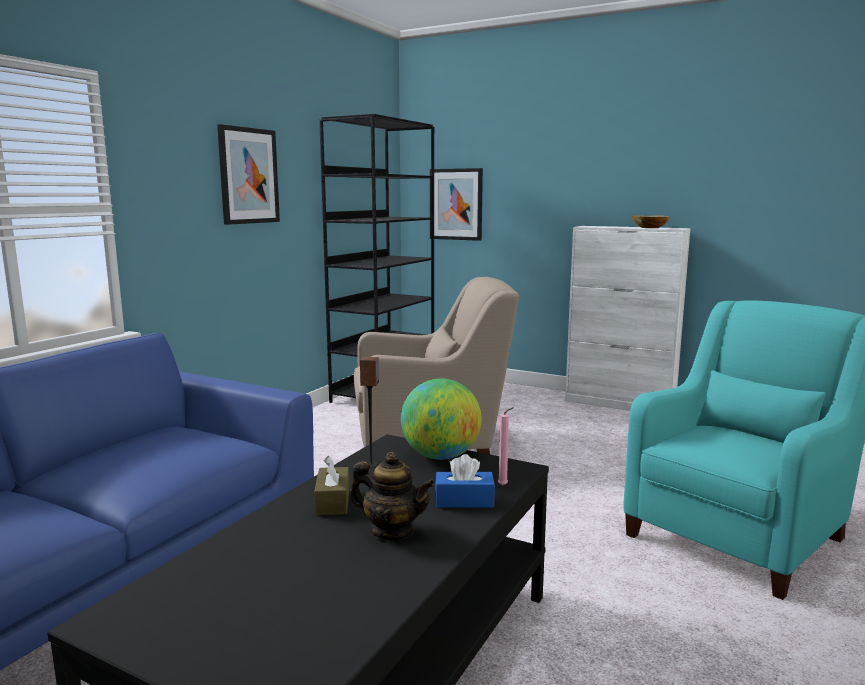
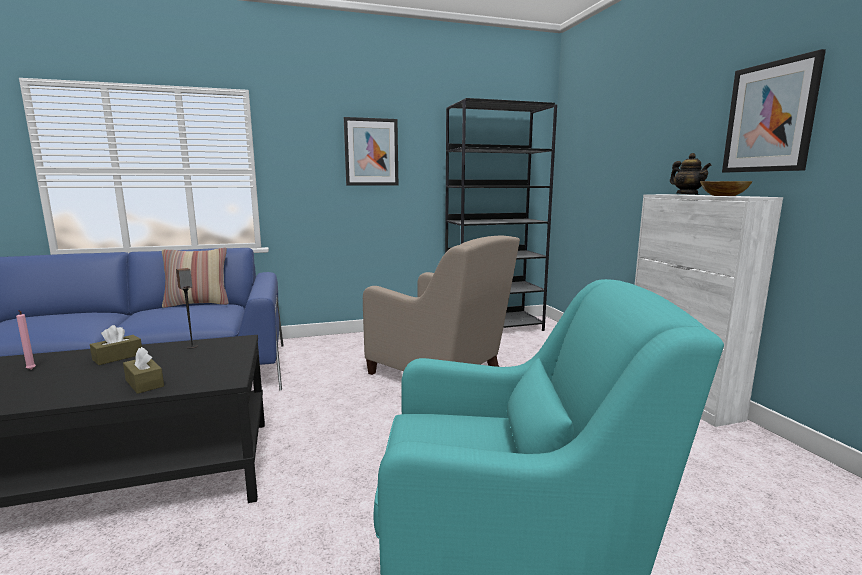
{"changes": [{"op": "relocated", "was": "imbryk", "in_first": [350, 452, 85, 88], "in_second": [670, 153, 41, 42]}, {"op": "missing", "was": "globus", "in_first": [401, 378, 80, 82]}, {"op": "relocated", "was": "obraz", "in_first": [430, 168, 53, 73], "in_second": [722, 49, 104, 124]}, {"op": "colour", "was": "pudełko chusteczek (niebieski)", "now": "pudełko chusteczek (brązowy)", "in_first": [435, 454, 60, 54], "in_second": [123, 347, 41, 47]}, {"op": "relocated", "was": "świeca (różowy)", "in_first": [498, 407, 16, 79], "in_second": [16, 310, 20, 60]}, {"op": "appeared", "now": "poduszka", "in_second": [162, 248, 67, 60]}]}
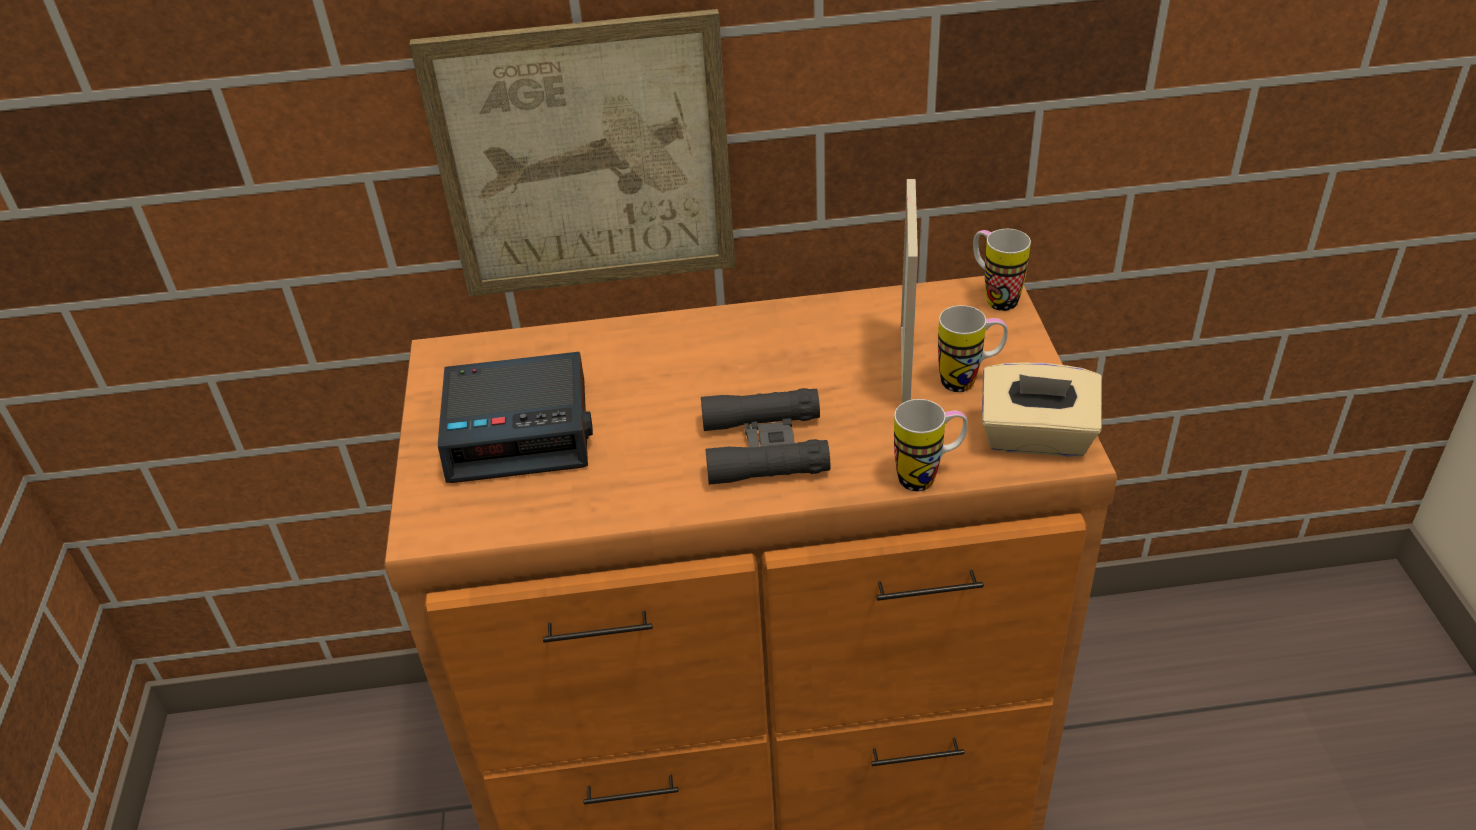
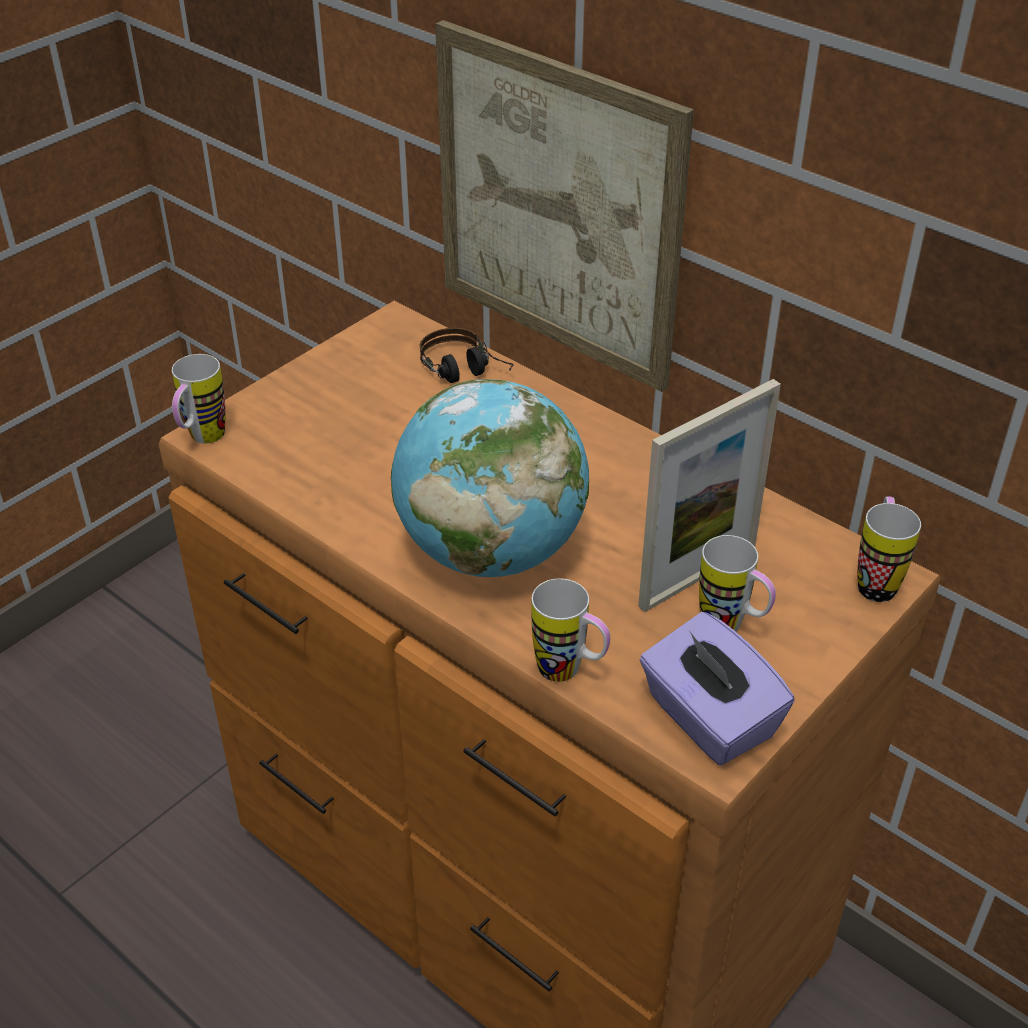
{"changes": [{"op": "missing", "was": "budzik", "in_first": [438, 352, 155, 131]}, {"op": "exchanged", "was": "lornetka (czarny)", "now": "globus", "in_first": [701, 388, 129, 97], "in_second": [391, 379, 198, 198]}, {"op": "colour", "was": "pudełko chusteczek (beżowy)", "now": "pudełko chusteczek (fioletowy)", "in_first": [982, 363, 120, 94], "in_second": [640, 612, 155, 153]}, {"op": "appeared", "now": "kubek", "in_second": [172, 354, 53, 90]}, {"op": "appeared", "now": "słuchawki", "in_second": [420, 328, 93, 55]}]}
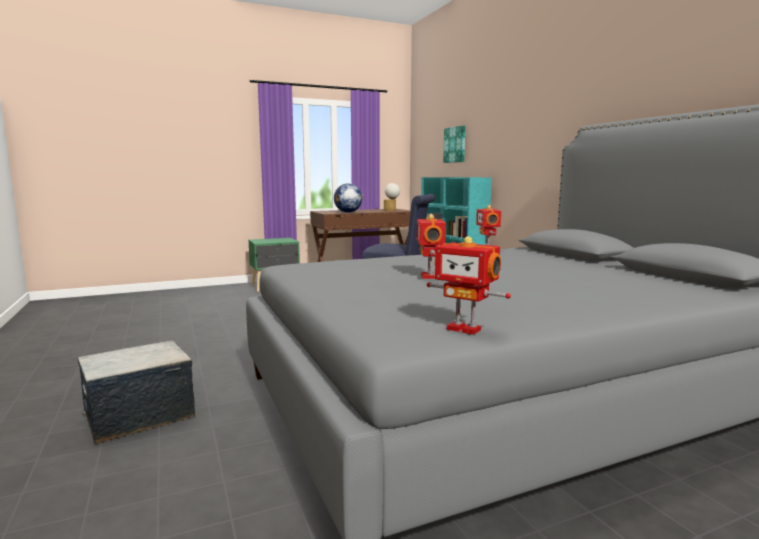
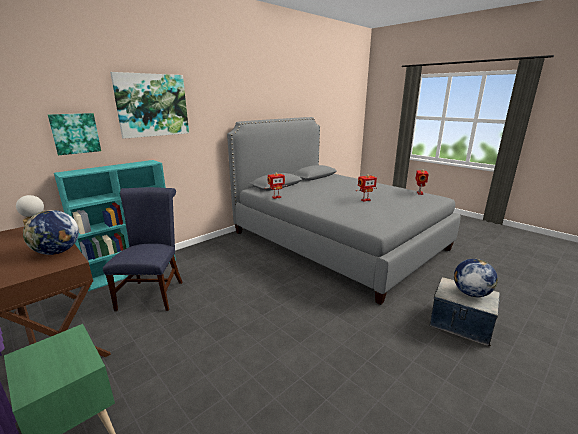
{"changes": [{"op": "appeared", "now": "obraz", "in_second": [110, 72, 79, 67]}, {"op": "appeared", "now": "globus", "in_second": [454, 259, 44, 38]}]}
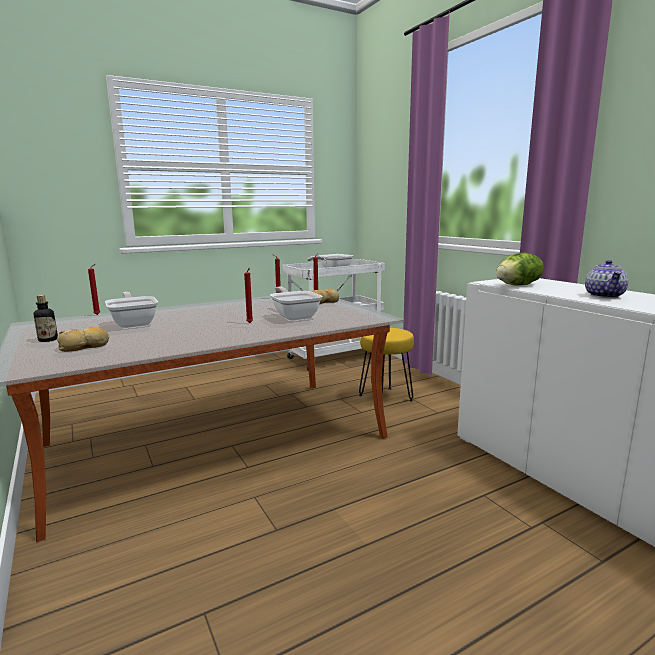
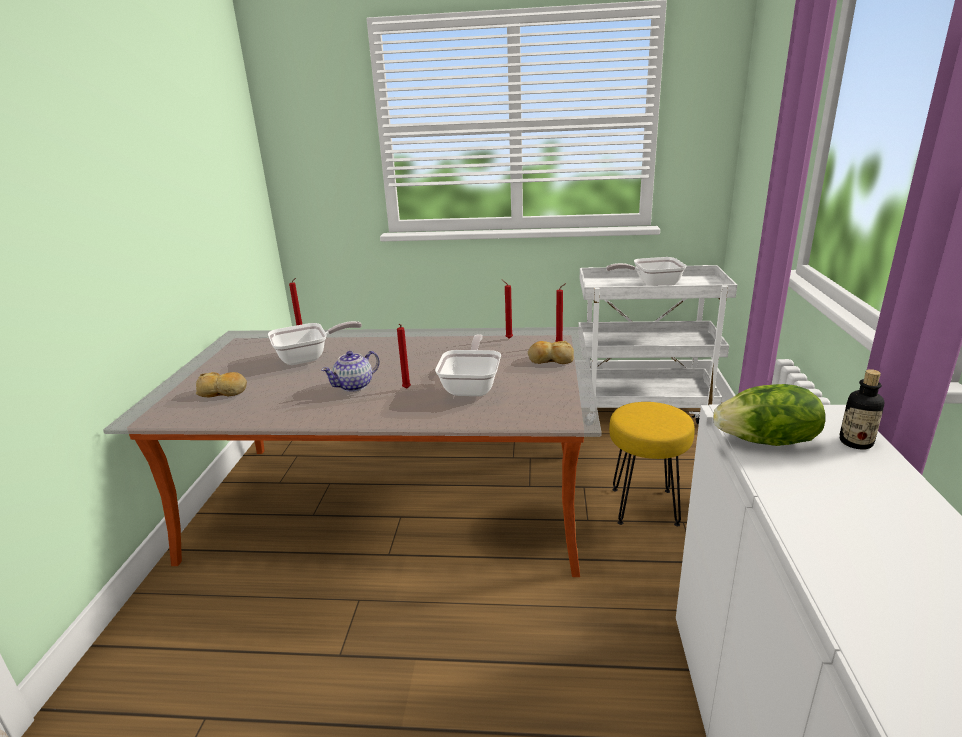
{"changes": [{"op": "relocated", "was": "butelka", "in_first": [33, 295, 25, 47], "in_second": [839, 369, 45, 81]}, {"op": "spun", "was": "patelnia", "in_first": [105, 292, 53, 36], "in_second": [268, 321, 94, 44], "clockwise": 60}, {"op": "relocated", "was": "imbryk", "in_first": [585, 260, 44, 38], "in_second": [321, 351, 59, 41]}]}
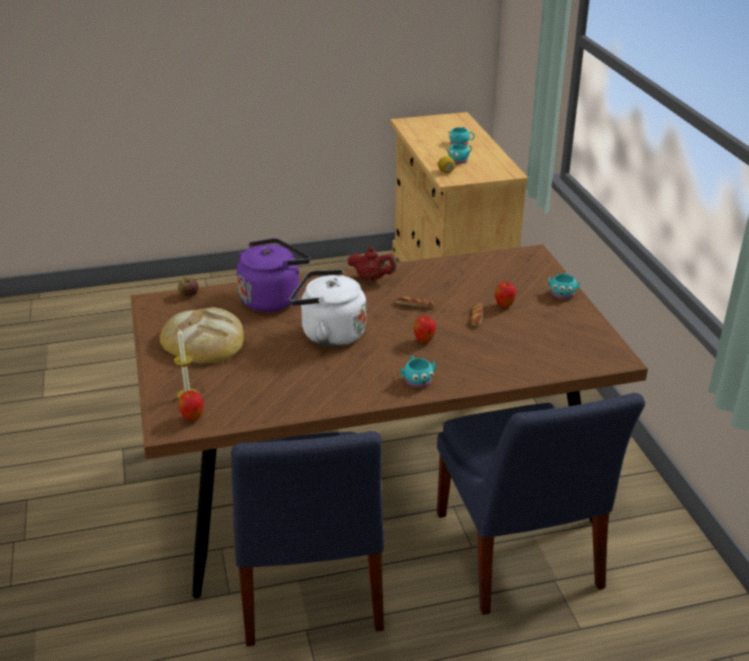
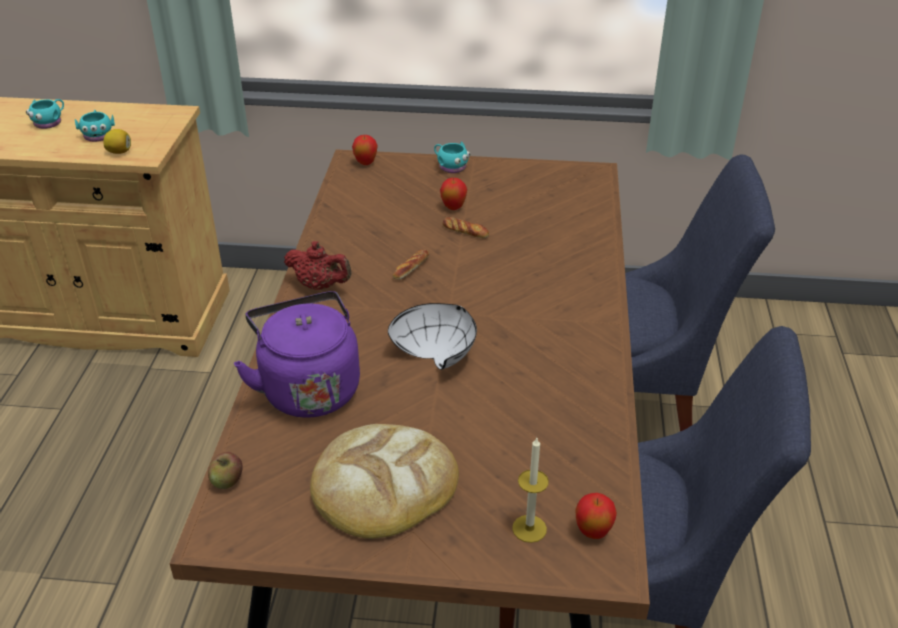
{"changes": [{"op": "exchanged", "was": "czajnik (biały)", "now": "miska (biały)", "in_first": [289, 269, 77, 78], "in_second": [388, 303, 89, 67]}, {"op": "spun", "was": "imbryk (czerwony)", "in_first": [348, 246, 49, 35], "in_second": [284, 241, 68, 49], "clockwise": 75}, {"op": "missing", "was": "kubek (turkusowy)", "in_first": [401, 356, 35, 32]}, {"op": "relocated", "was": "jabłko", "in_first": [414, 315, 22, 28], "in_second": [352, 135, 26, 30]}]}
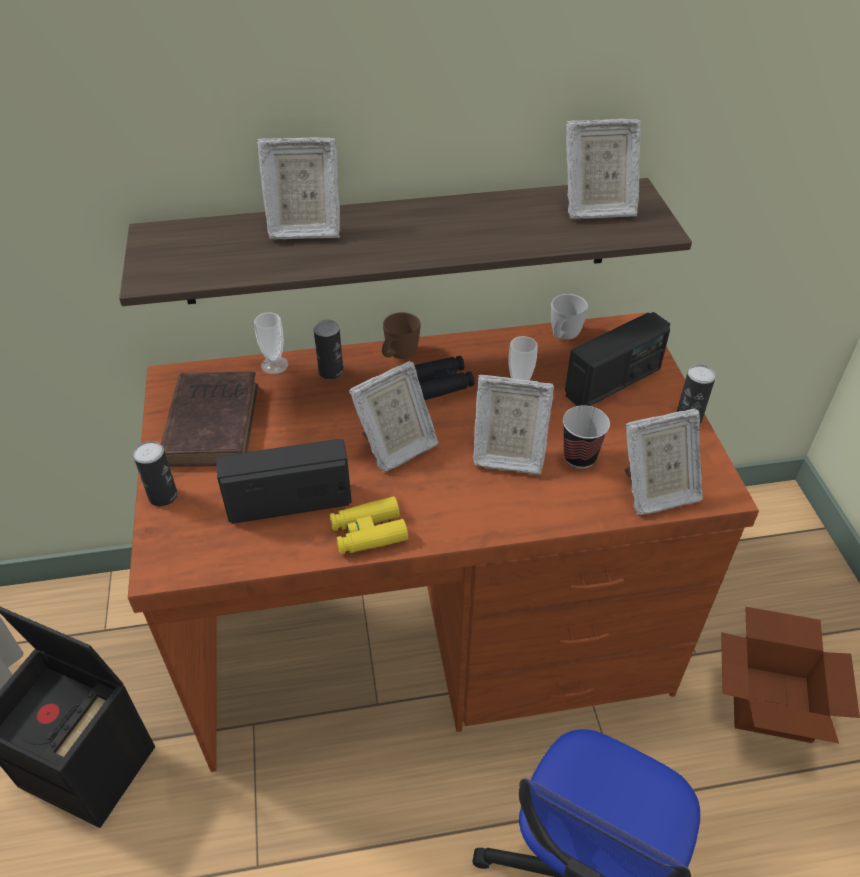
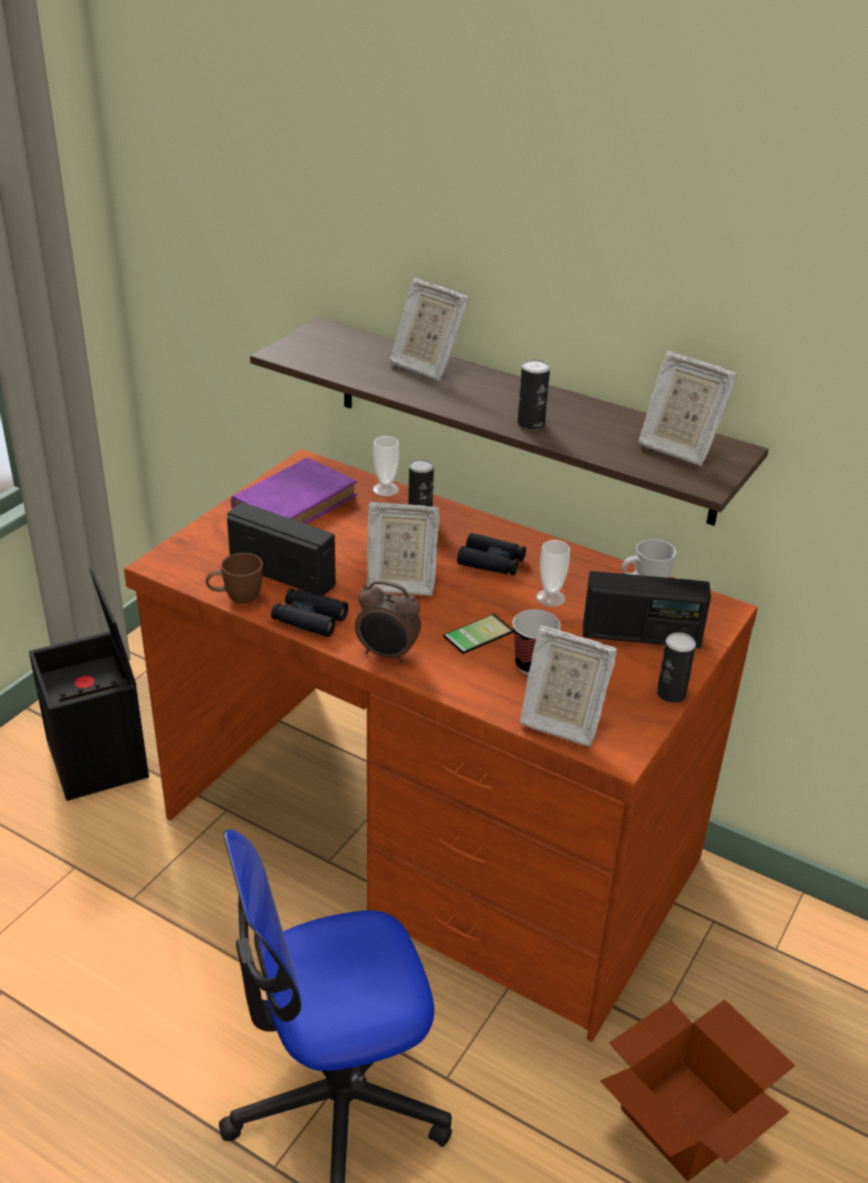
{"changes": [{"op": "relocated", "was": "puszka", "in_first": [133, 441, 44, 66], "in_second": [517, 359, 33, 71]}, {"op": "colour", "was": "książka (brązowy)", "now": "książka (fioletowy)", "in_first": [161, 372, 97, 95], "in_second": [231, 457, 126, 67]}, {"op": "colour", "was": "lornetka (żółty)", "now": "lornetka (czarny)", "in_first": [329, 497, 79, 58], "in_second": [271, 588, 77, 49]}, {"op": "relocated", "was": "kubek (brązowy)", "in_first": [382, 312, 39, 47], "in_second": [206, 553, 57, 51]}, {"op": "exchanged", "was": "ramka na zdjęcie", "now": "telefon", "in_first": [473, 375, 81, 100], "in_second": [443, 614, 71, 40]}, {"op": "appeared", "now": "budzik", "in_second": [355, 580, 66, 83]}]}
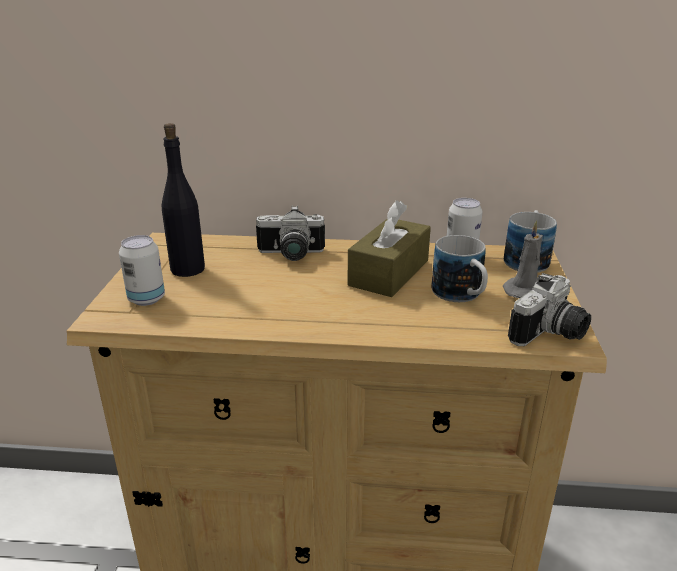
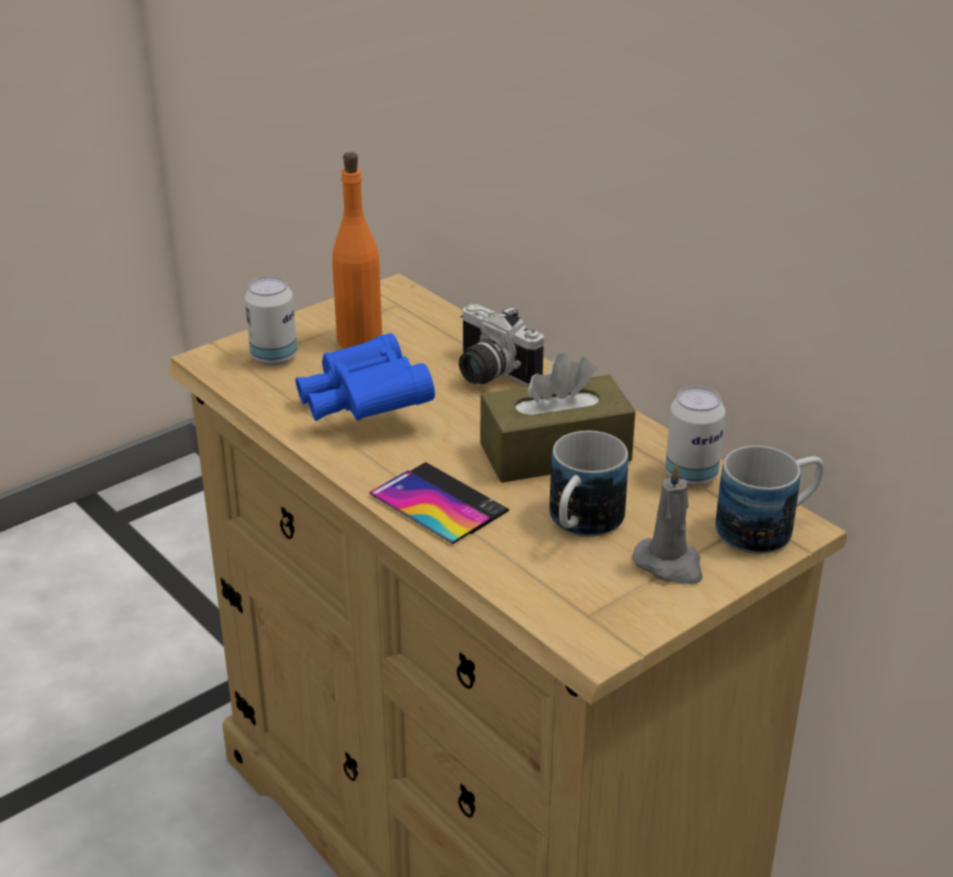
{"changes": [{"op": "colour", "was": "butelka (czarny)", "now": "butelka (pomarańczowy)", "in_first": [162, 123, 43, 154], "in_second": [332, 152, 50, 196]}, {"op": "missing", "was": "aparat fotograficzny", "in_first": [508, 273, 83, 73]}, {"op": "appeared", "now": "lornetka (niebieski)", "in_second": [296, 333, 139, 88]}, {"op": "appeared", "now": "telefon", "in_second": [369, 462, 140, 82]}]}
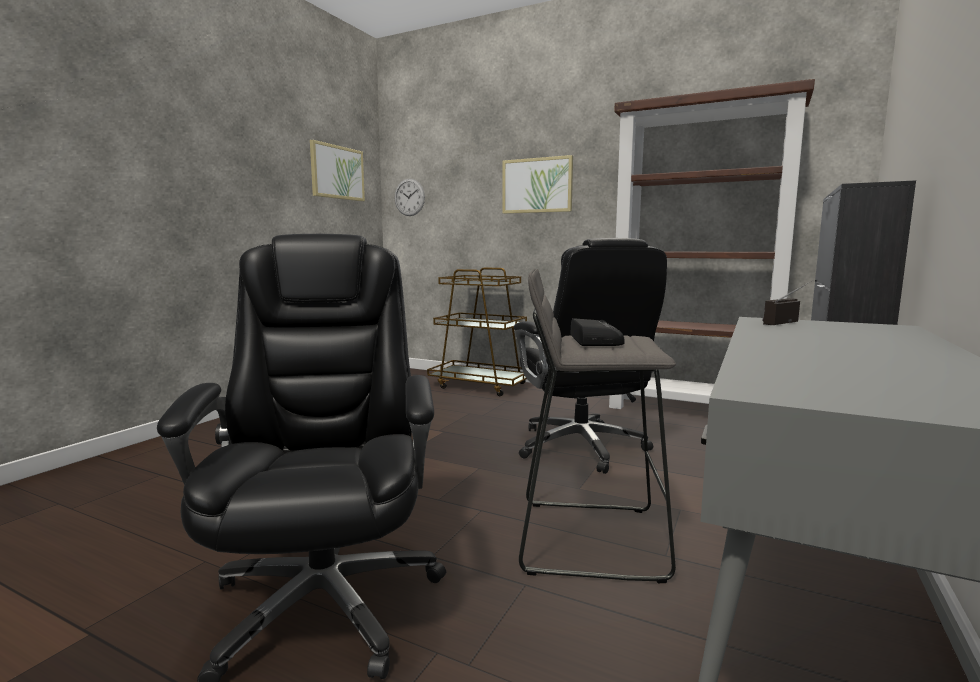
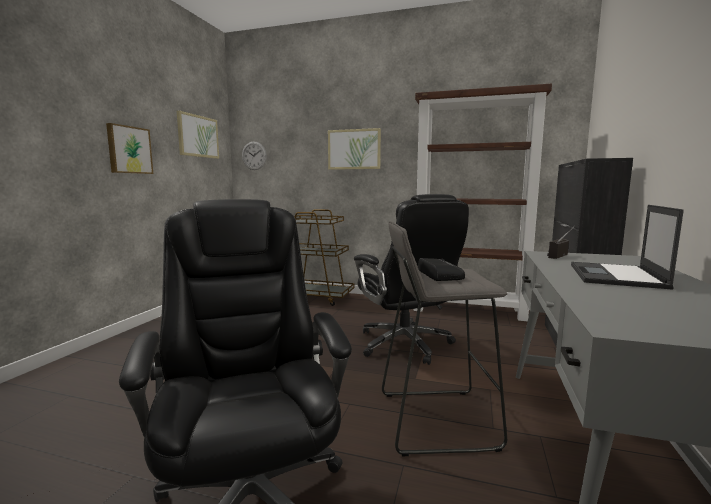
{"changes": [{"op": "appeared", "now": "obraz", "in_second": [106, 123, 47, 51]}, {"op": "appeared", "now": "laptop", "in_second": [571, 205, 113, 85]}]}
